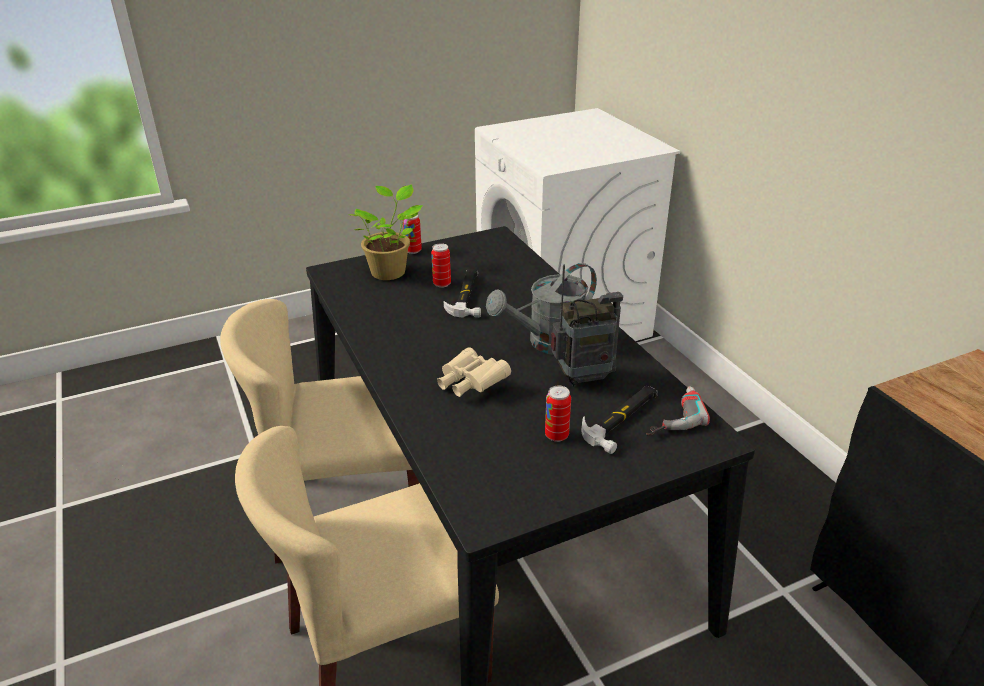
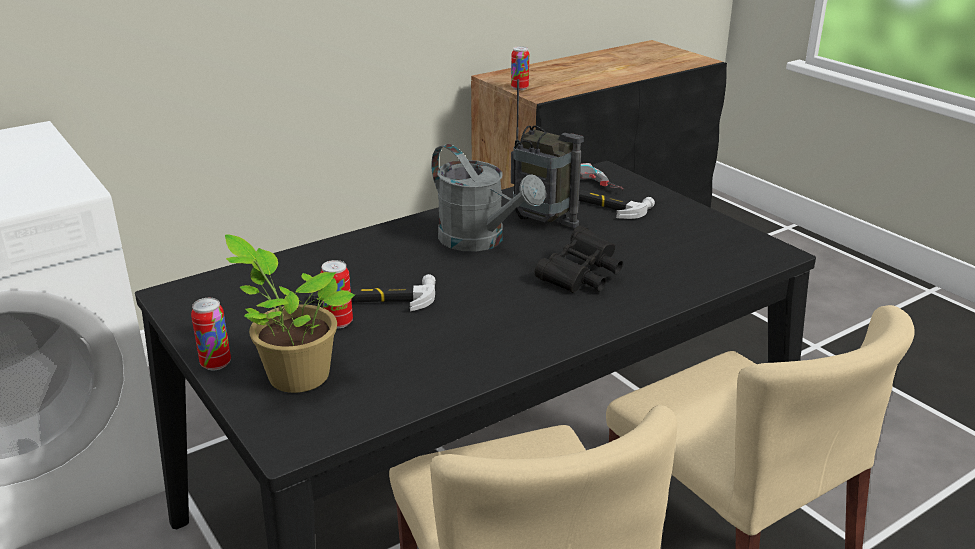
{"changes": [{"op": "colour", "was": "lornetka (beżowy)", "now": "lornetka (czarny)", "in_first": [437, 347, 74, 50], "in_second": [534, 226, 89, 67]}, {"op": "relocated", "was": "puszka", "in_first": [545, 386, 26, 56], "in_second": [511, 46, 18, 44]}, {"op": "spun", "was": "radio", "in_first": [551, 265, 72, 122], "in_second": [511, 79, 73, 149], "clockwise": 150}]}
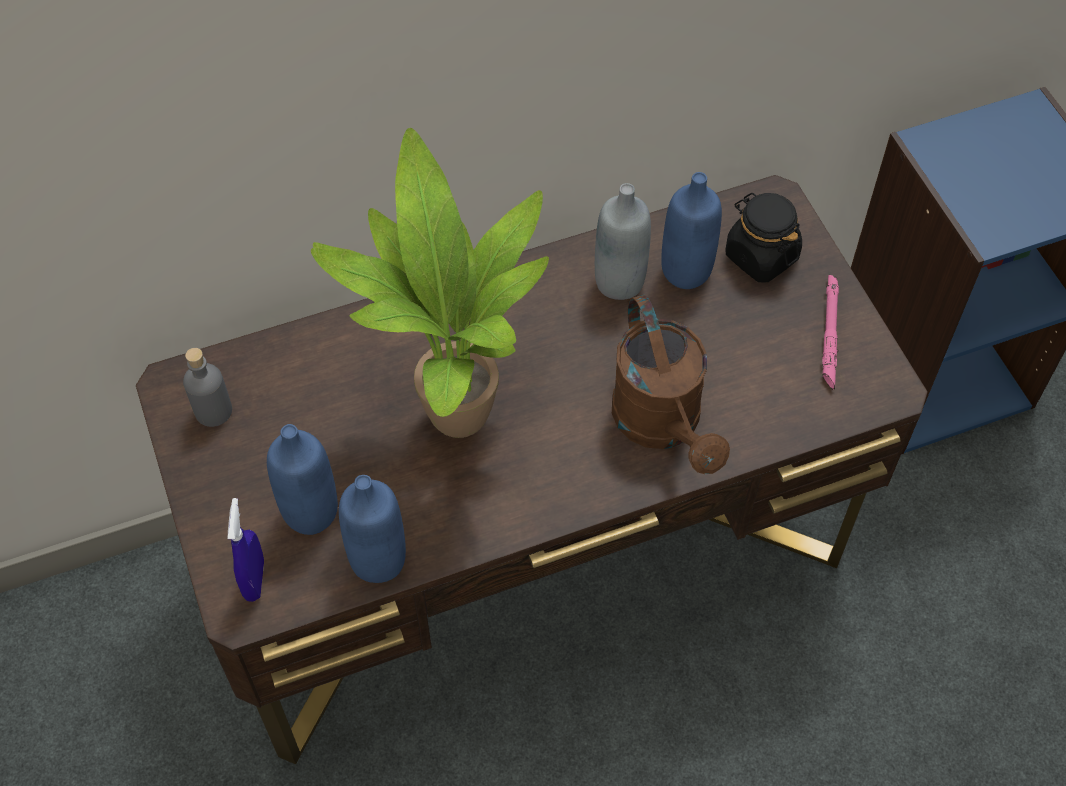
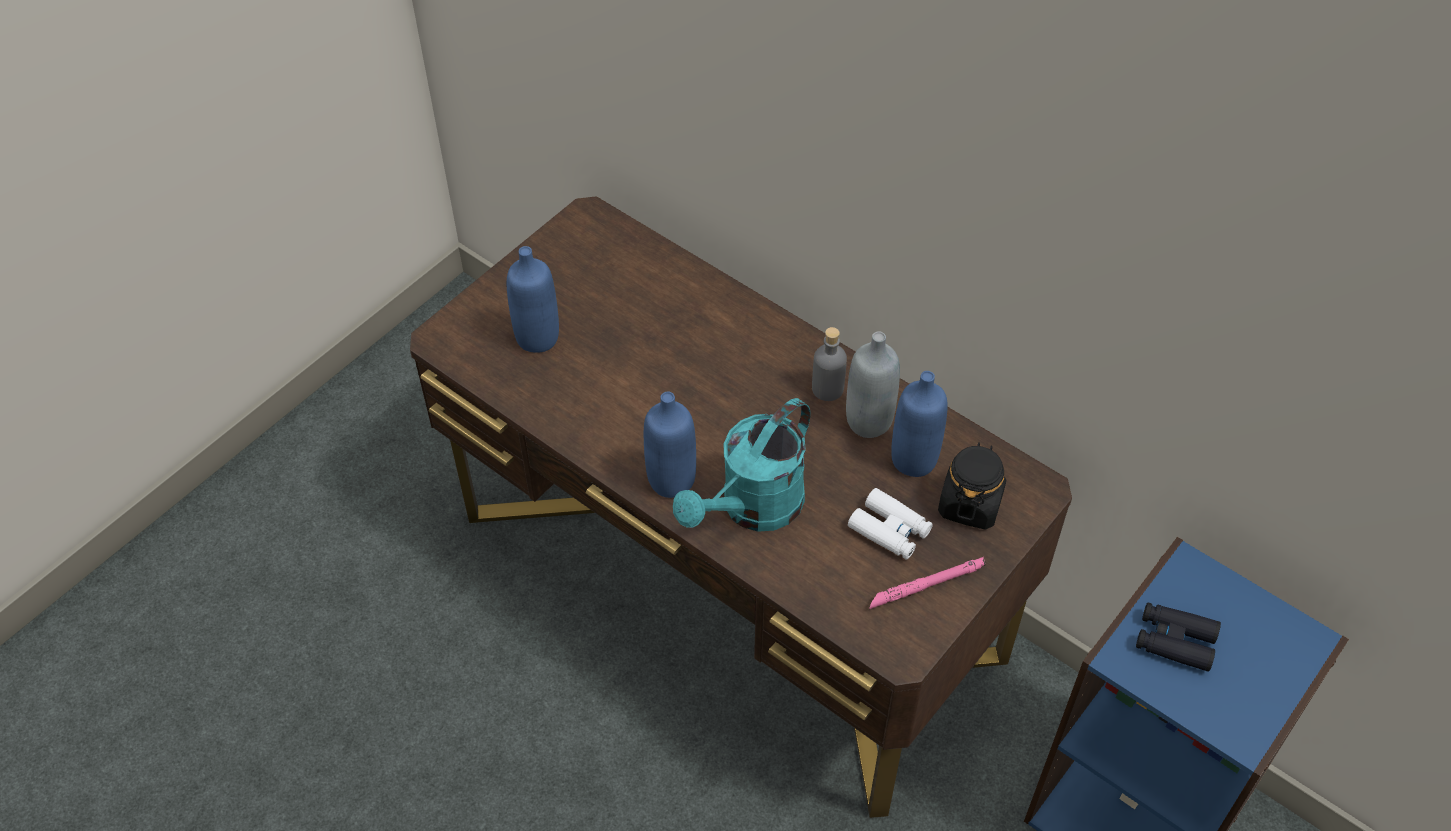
{"changes": [{"op": "relocated", "was": "butelka (szary)", "in_first": [183, 348, 49, 79], "in_second": [812, 327, 35, 74]}, {"op": "missing", "was": "spryskiwacz (niebieski)", "in_first": [228, 498, 36, 104]}, {"op": "missing", "was": "roślina doniczkowa", "in_first": [311, 128, 238, 310]}, {"op": "relocated", "was": "butelka (niebieski)", "in_first": [339, 475, 67, 108], "in_second": [644, 391, 52, 107]}, {"op": "colour", "was": "konewka (brązowy)", "now": "konewka (turkusowy)", "in_first": [612, 295, 118, 179], "in_second": [673, 398, 137, 134]}, {"op": "appeared", "now": "lornetka (biały)", "in_second": [848, 488, 85, 72]}, {"op": "appeared", "now": "lornetka (czarny)", "in_second": [1136, 603, 85, 69]}]}
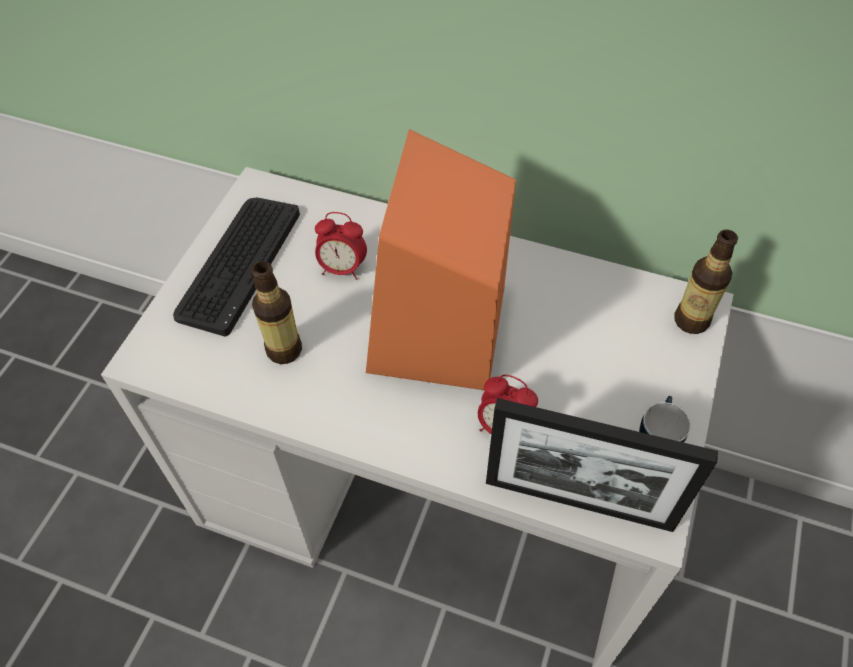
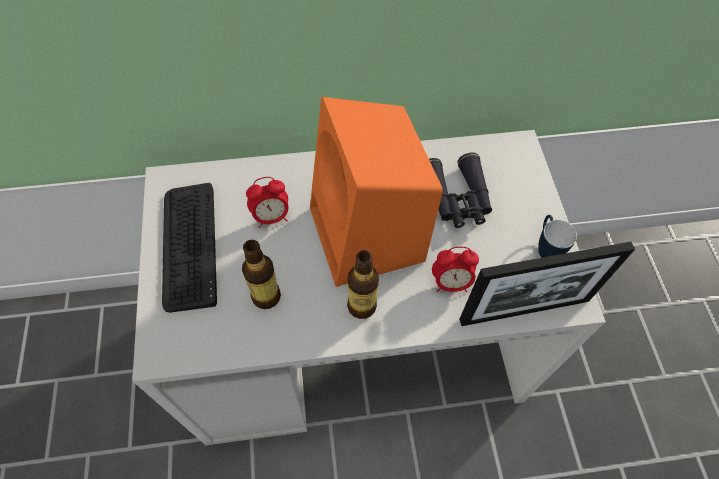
{"changes": [{"op": "relocated", "was": "butelka", "in_first": [675, 229, 63, 105], "in_second": [347, 250, 32, 69]}, {"op": "appeared", "now": "lornetka (czarny)", "in_second": [429, 152, 63, 76]}]}
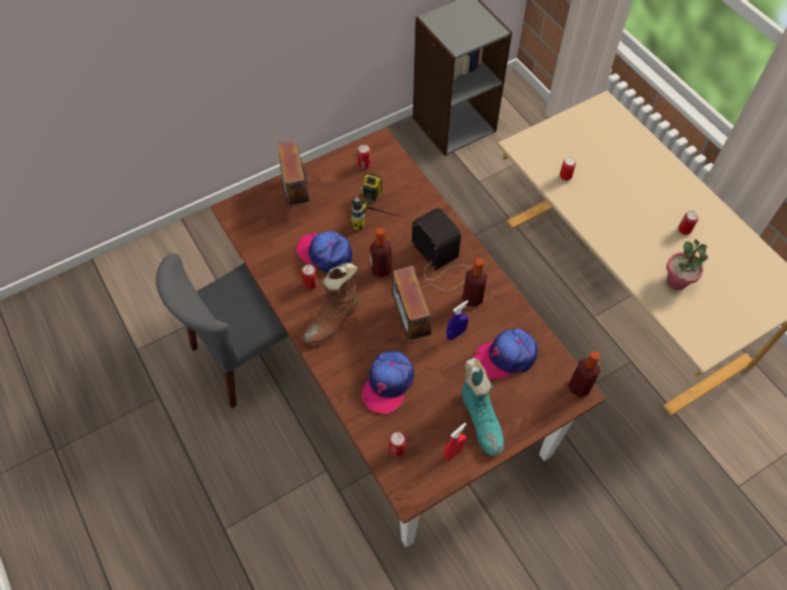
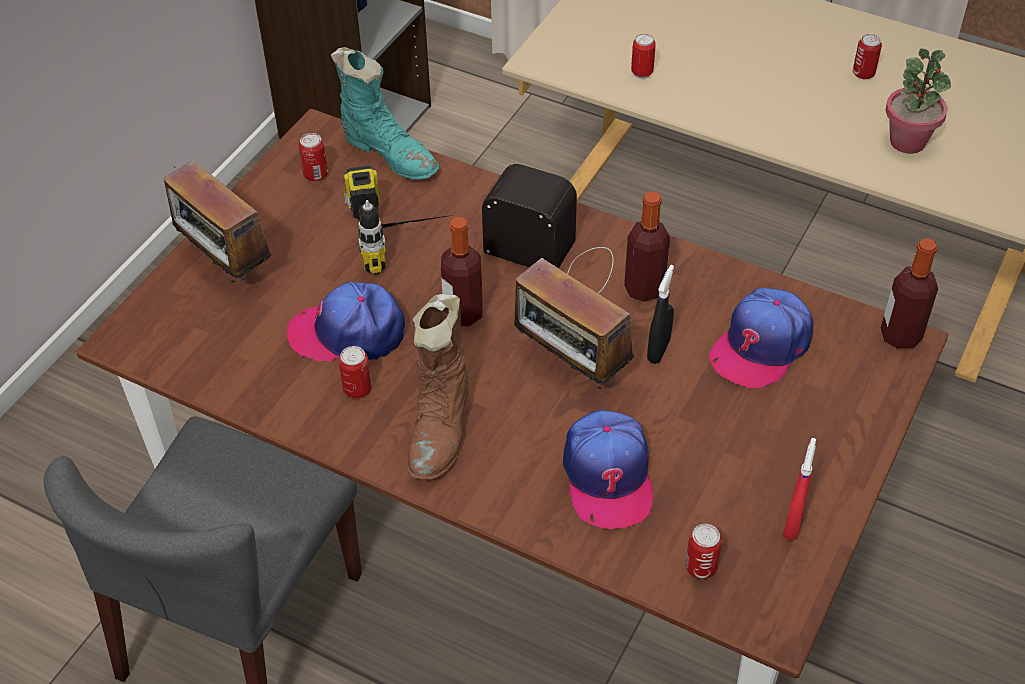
{"changes": [{"op": "colour", "was": "spryskiwacz (niebieski)", "now": "spryskiwacz (czarny)", "in_first": [446, 300, 23, 40], "in_second": [647, 265, 27, 99]}, {"op": "relocated", "was": "but z cholewką (turkusowy)", "in_first": [461, 358, 43, 98], "in_second": [331, 47, 108, 133]}]}
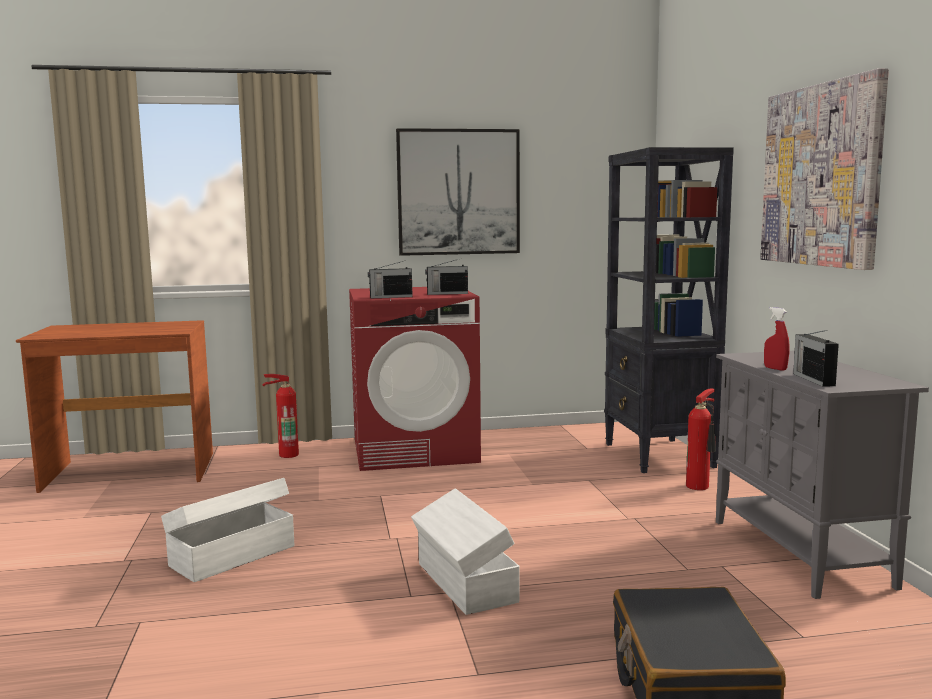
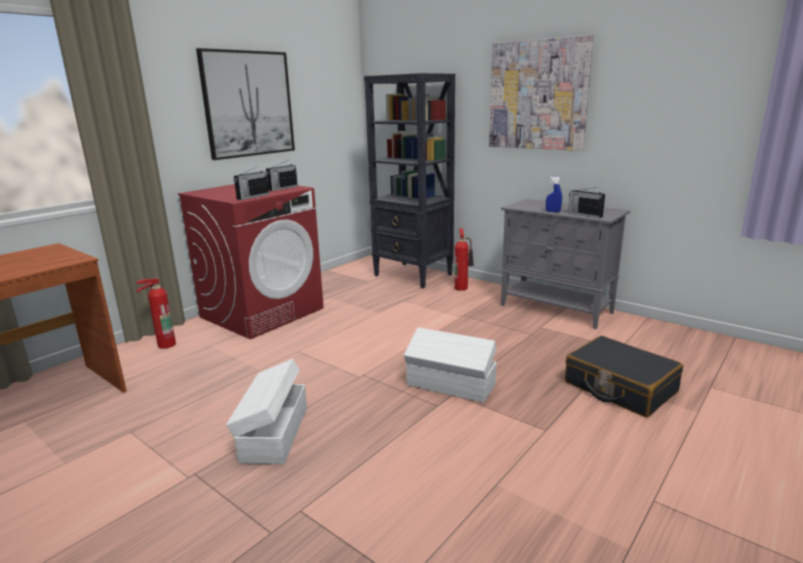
{"changes": [{"op": "colour", "was": "spryskiwacz (czerwony)", "now": "spryskiwacz (niebieski)", "in_first": [764, 307, 25, 64], "in_second": [546, 177, 16, 35]}]}
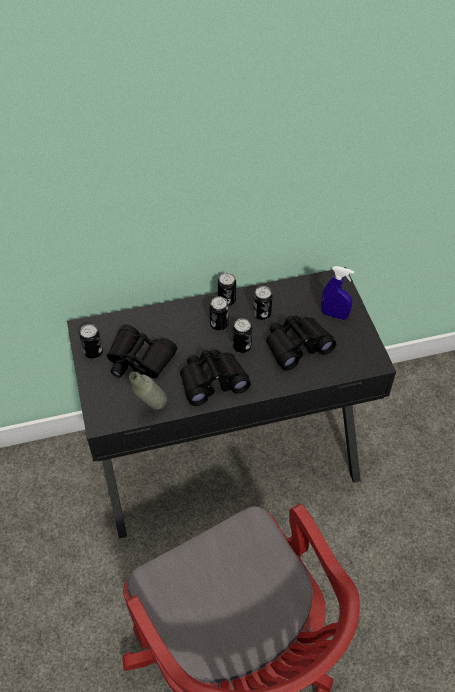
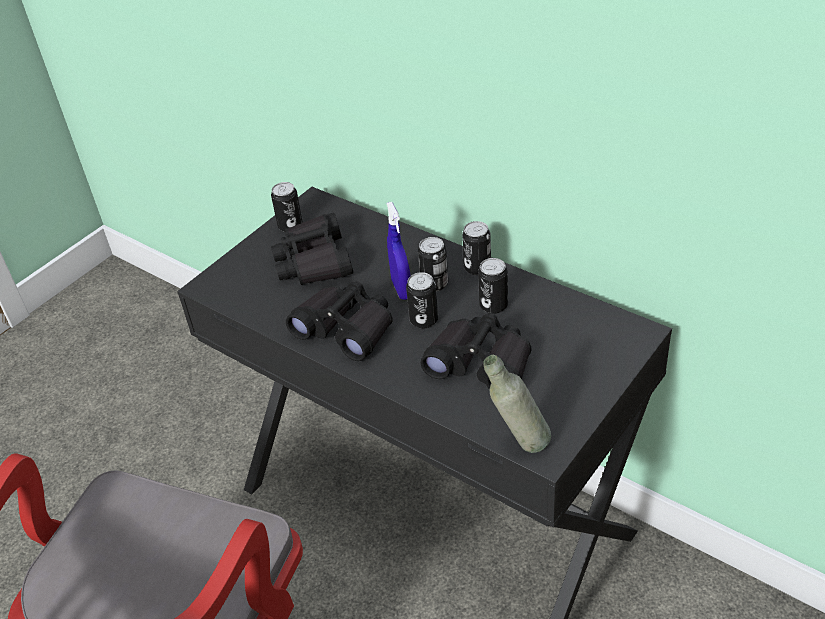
{"changes": [{"op": "relocated", "was": "butelka (szary)", "in_first": [129, 372, 38, 38], "in_second": [484, 355, 67, 98]}, {"op": "relocated", "was": "spryskiwacz (niebieski)", "in_first": [321, 266, 33, 54], "in_second": [386, 202, 24, 98]}]}
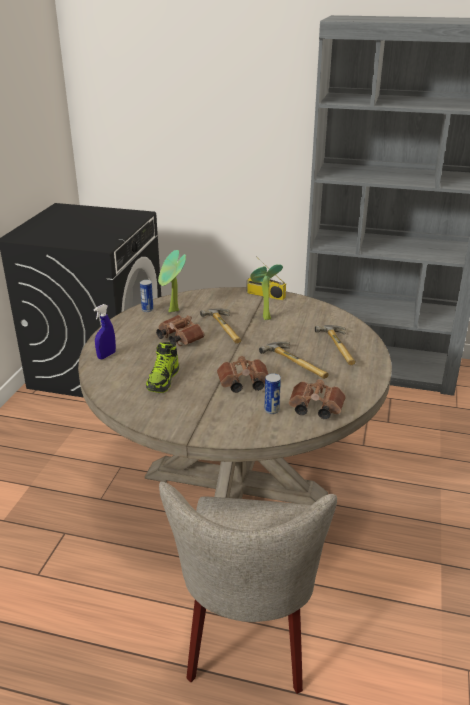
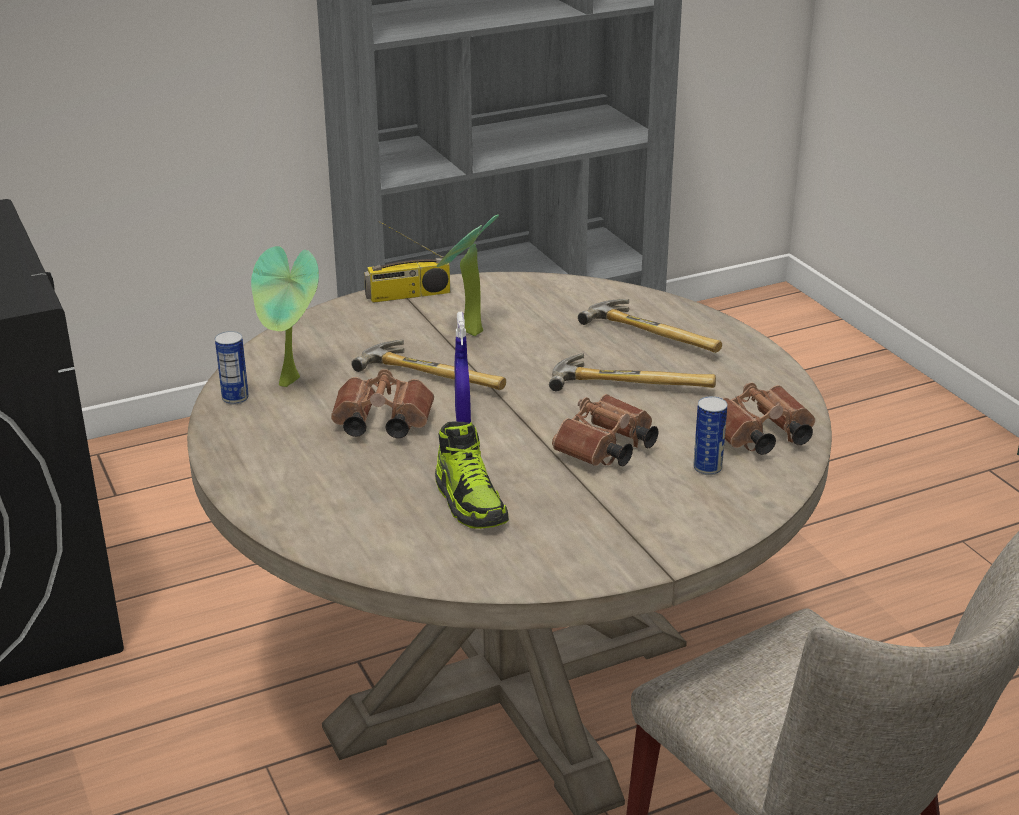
{"changes": [{"op": "relocated", "was": "spryskiwacz (niebieski)", "in_first": [93, 304, 23, 55], "in_second": [455, 312, 16, 111]}]}
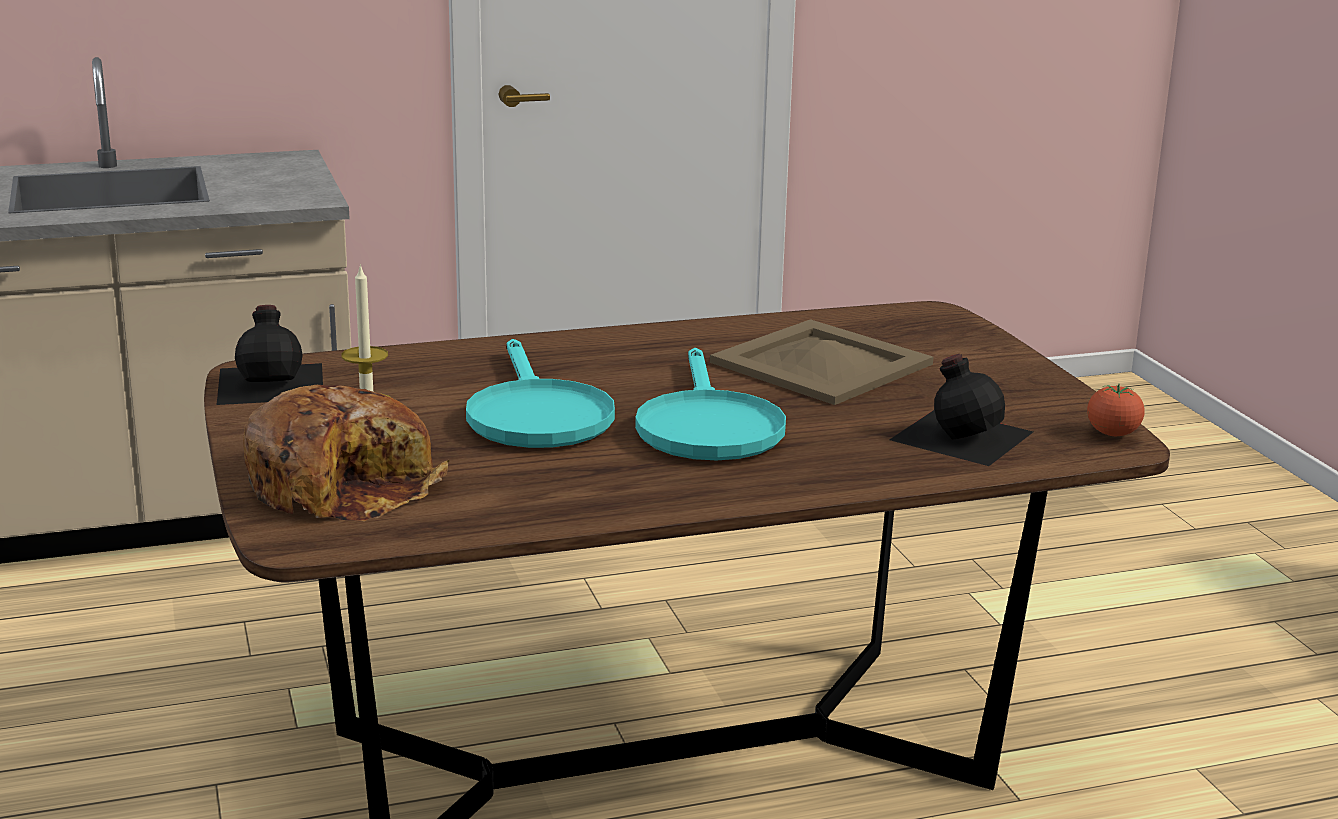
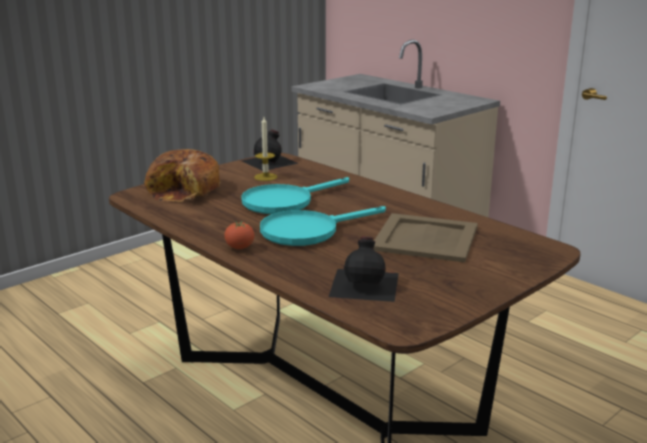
{"changes": [{"op": "relocated", "was": "pomidor", "in_first": [1087, 384, 58, 52], "in_second": [224, 221, 30, 28]}]}
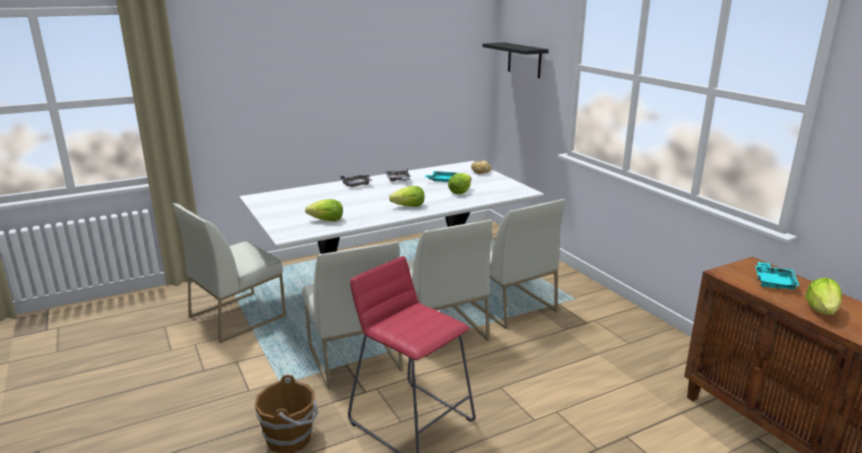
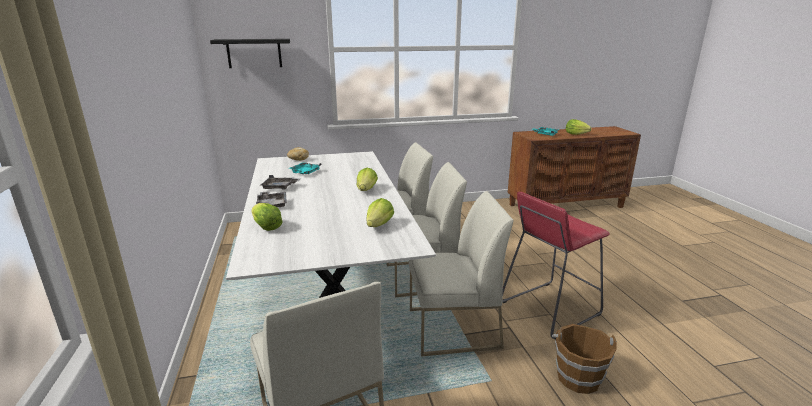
{"changes": [{"op": "relocated", "was": "sałata", "in_first": [448, 173, 23, 21], "in_second": [252, 203, 30, 28]}]}
